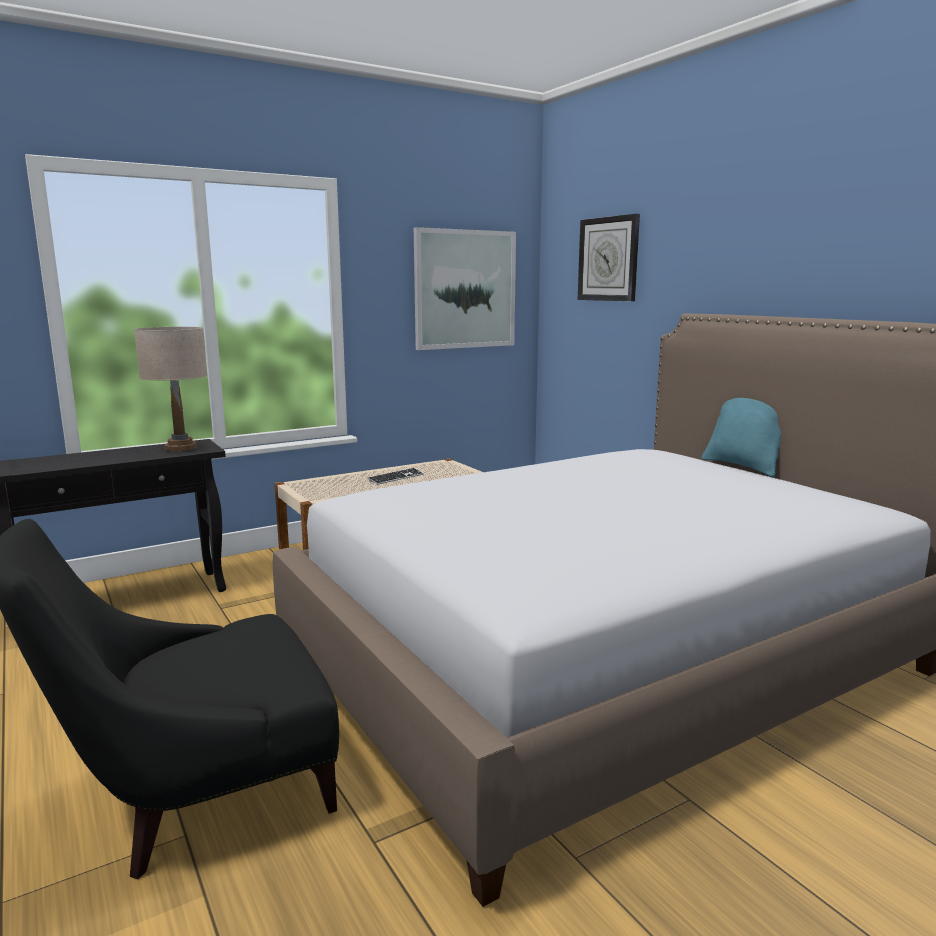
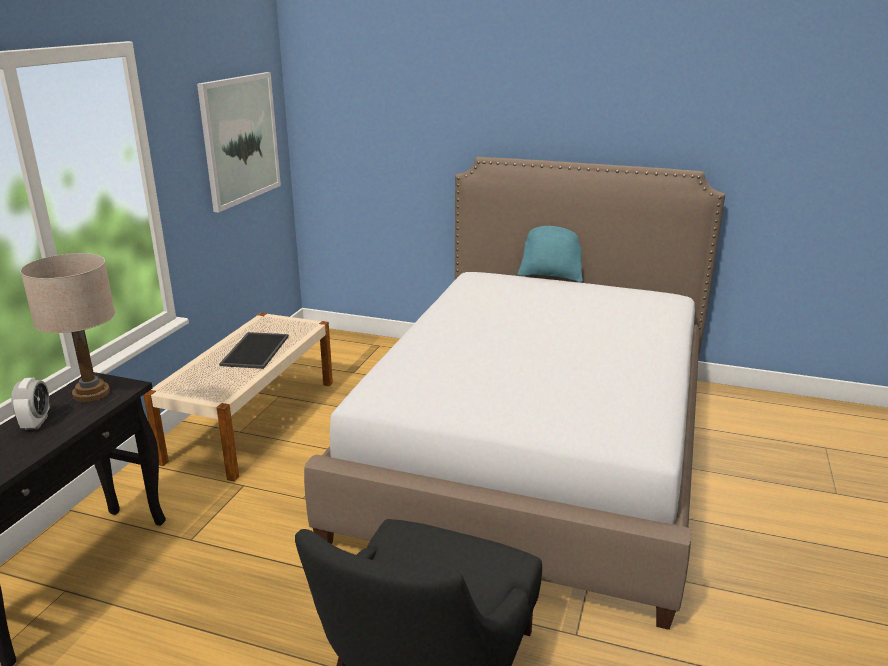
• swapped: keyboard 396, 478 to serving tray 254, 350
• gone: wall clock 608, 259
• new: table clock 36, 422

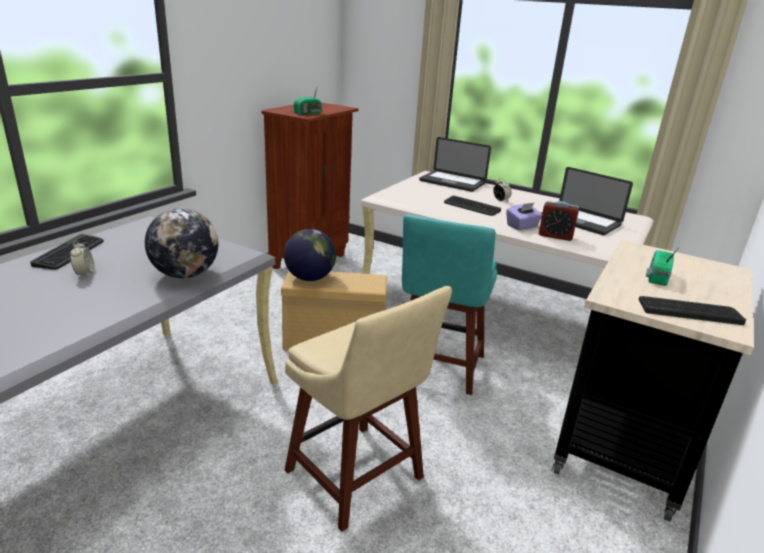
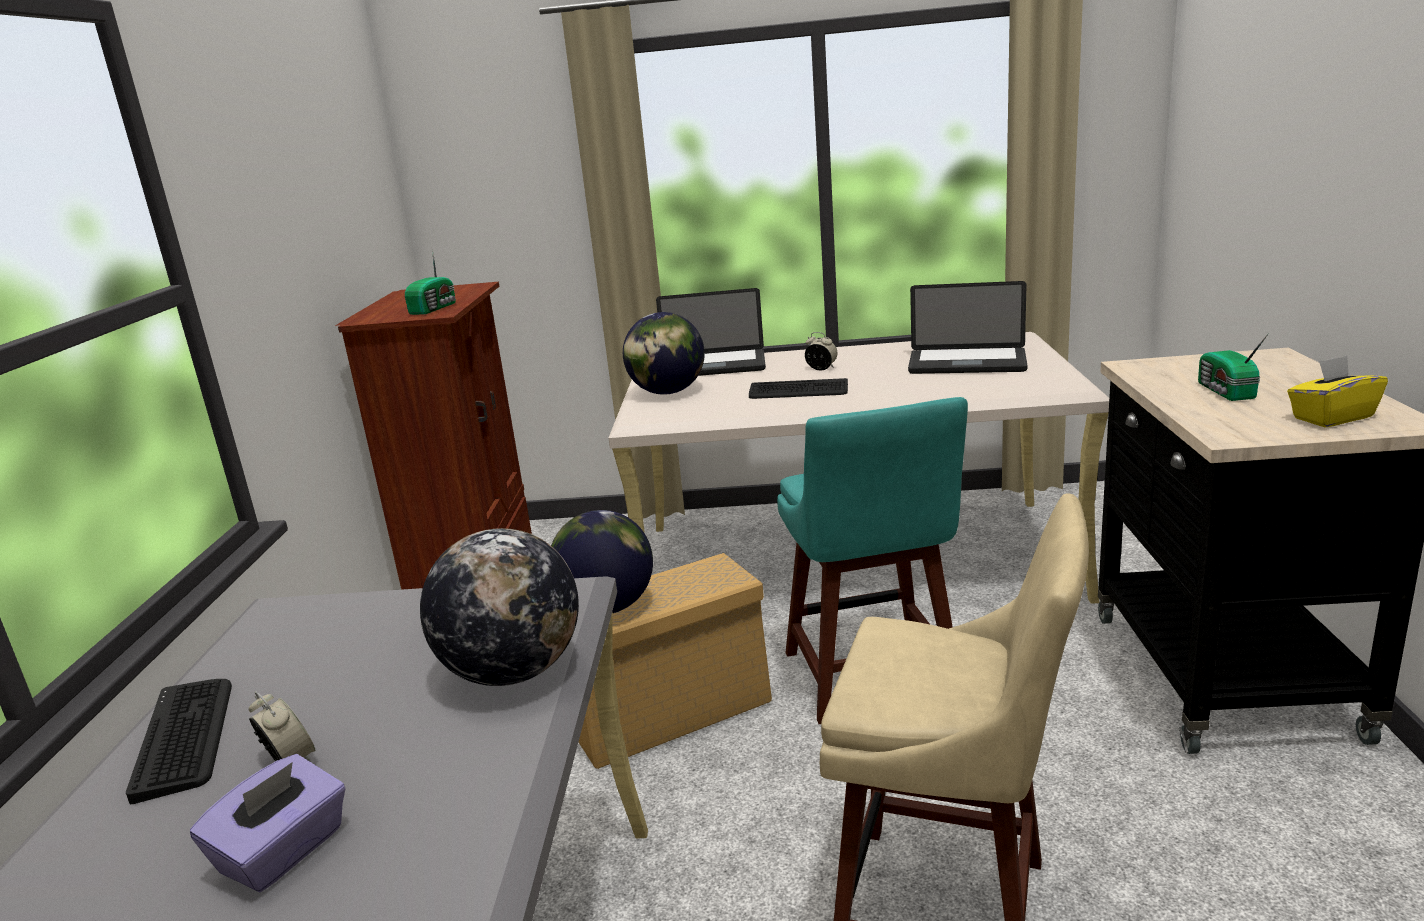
• shifted: purplish tissue box 522, 226 to 284, 852
• gone: table clock 555, 236
• swapped: keyboard 689, 310 to yellow tissue box 1331, 417
• new: world globe 667, 392

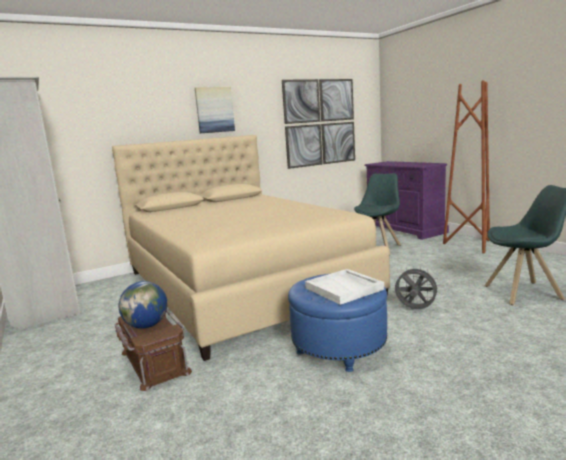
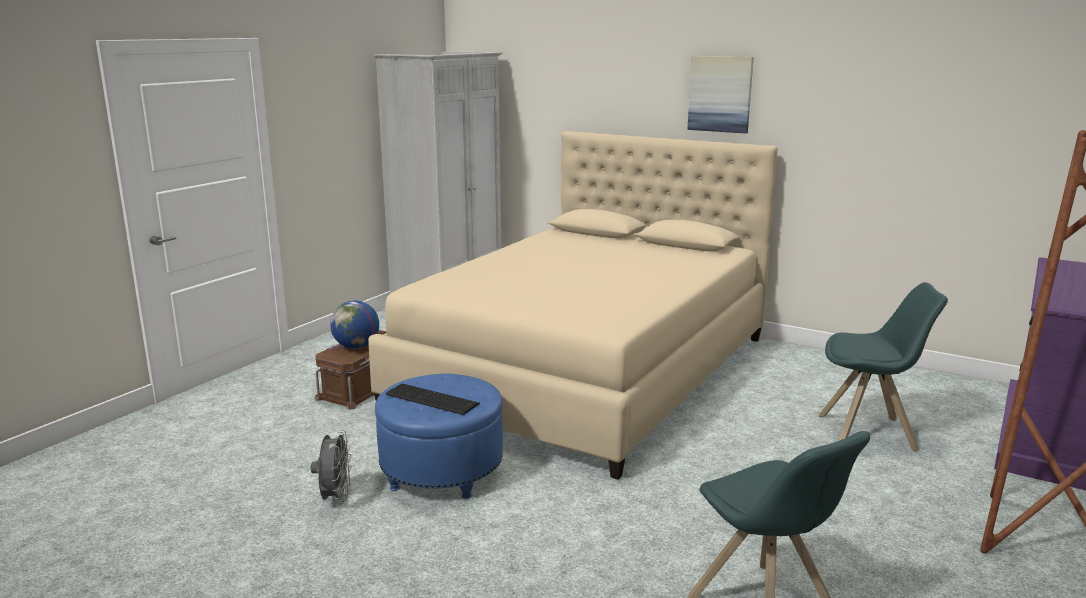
• gone: picture 320, 122
• swapped: white-coloured serving tray 344, 288 to keyboard 432, 400
• shifted: greyish electric fan 415, 309 to 335, 498

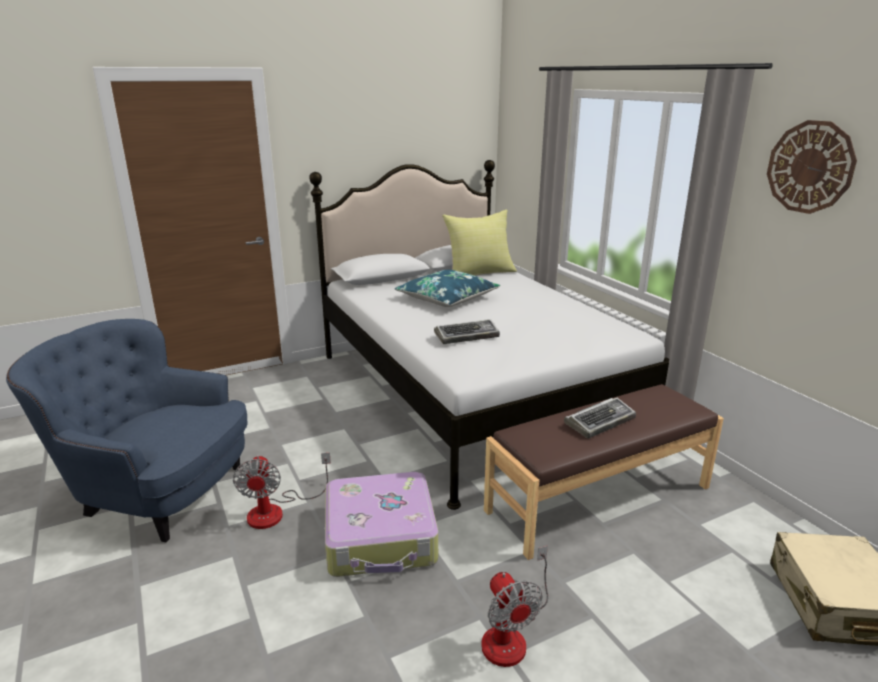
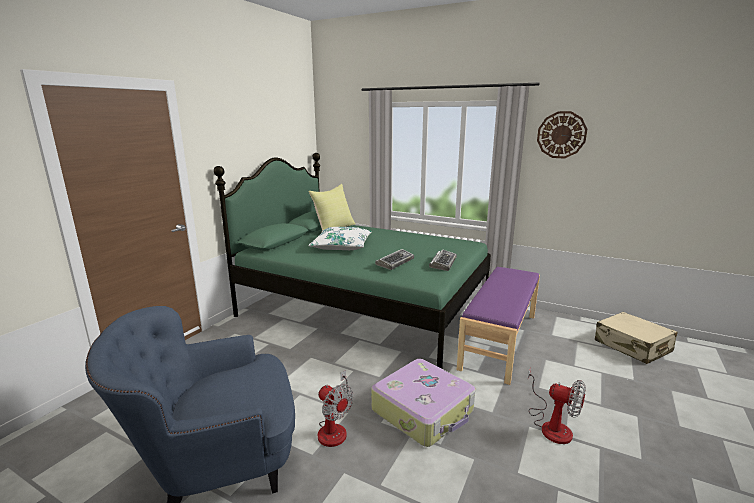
• repainted: white-coloured sleeping bed 472, 392 to greenish sleeping bed 364, 308
• repainted: blue-coloured pillow 447, 298 to white-coloured pillow 341, 246
• repainted: brown-coloured indoor bench 598, 498 to purplish indoor bench 499, 340
• shifted: keyboard 600, 421 to 443, 263

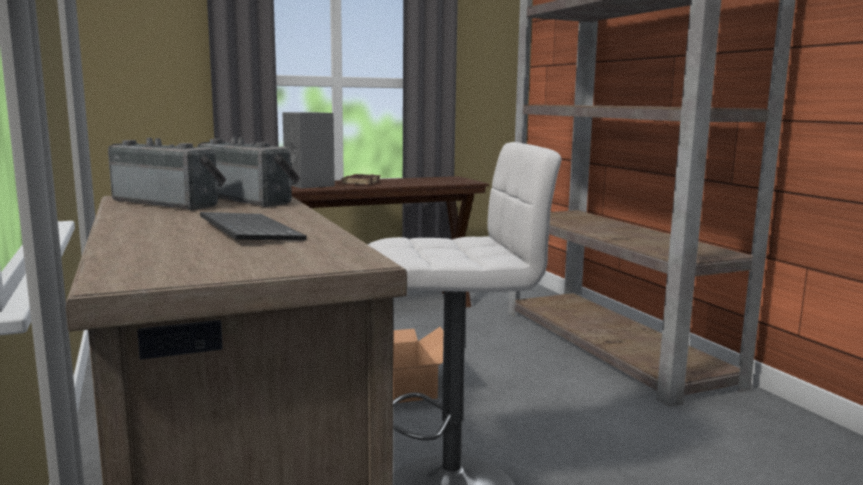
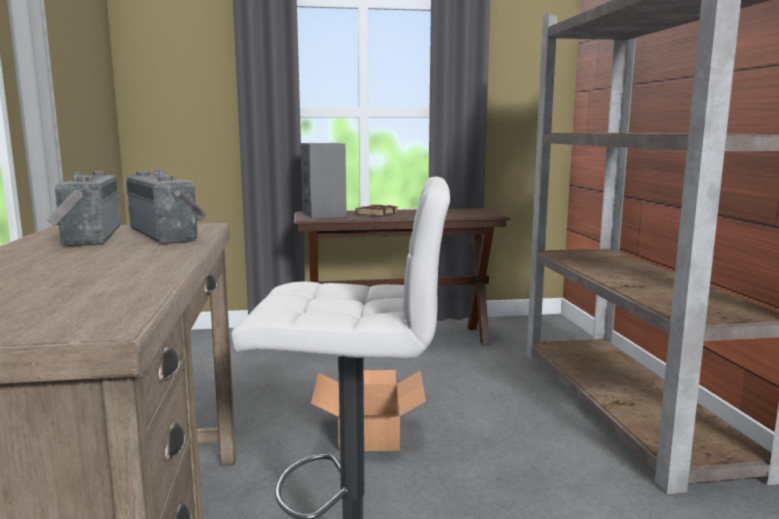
• rotated: radio 170, 203 = 86, 236 150 degrees counterclockwise
• gone: keyboard 246, 230

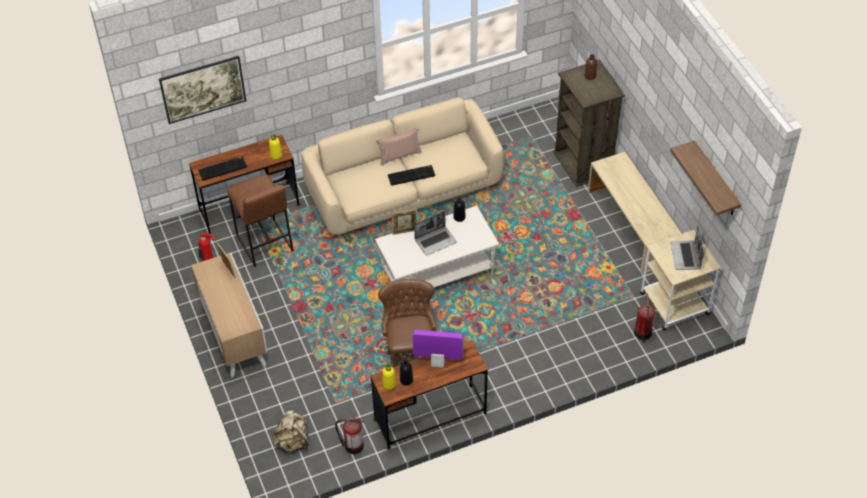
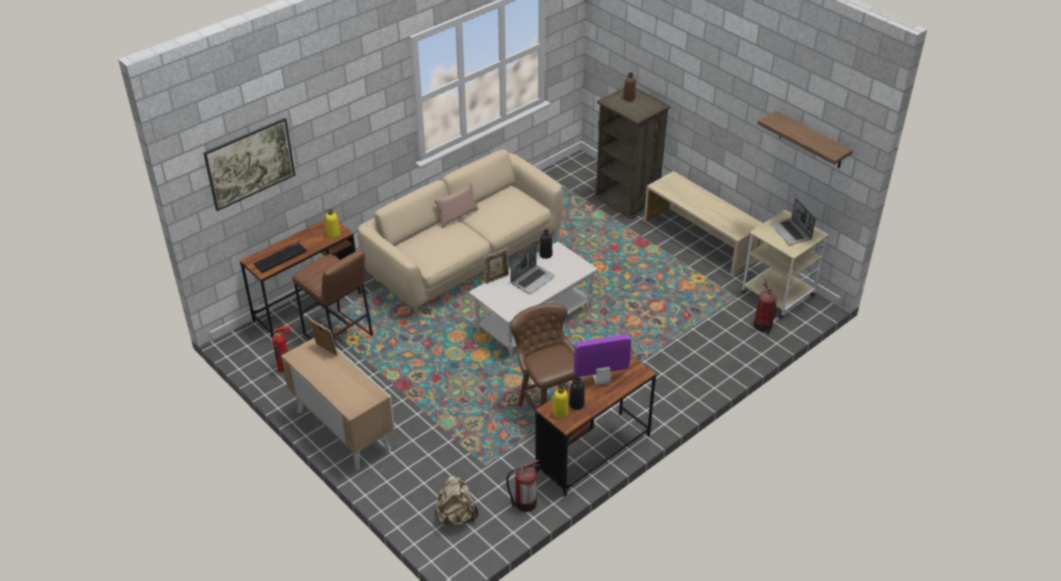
• gone: keyboard 411, 175

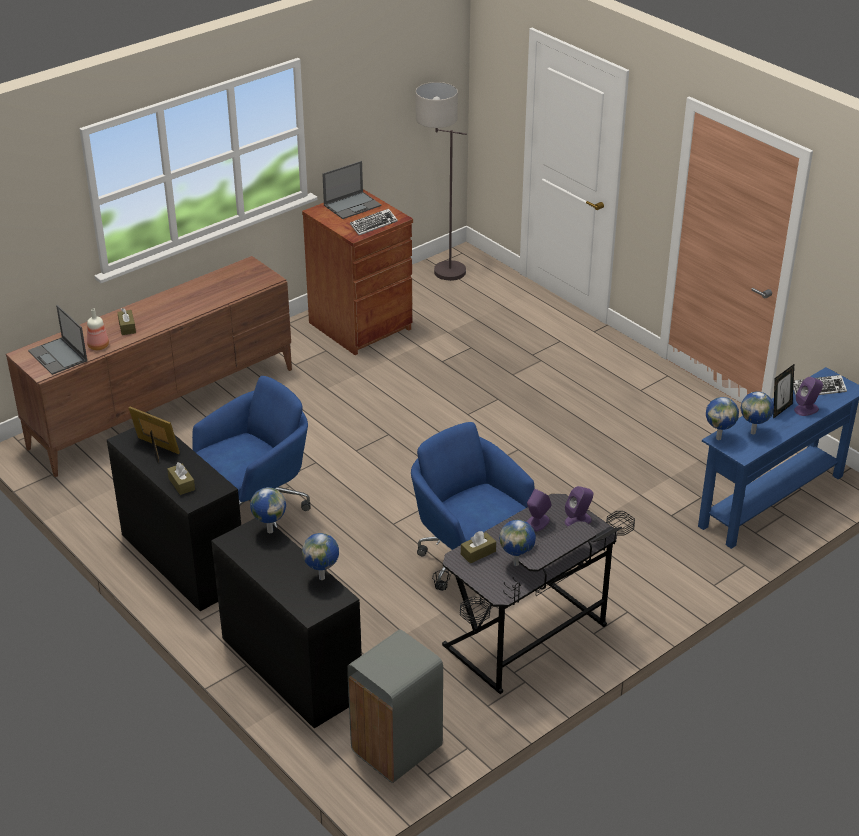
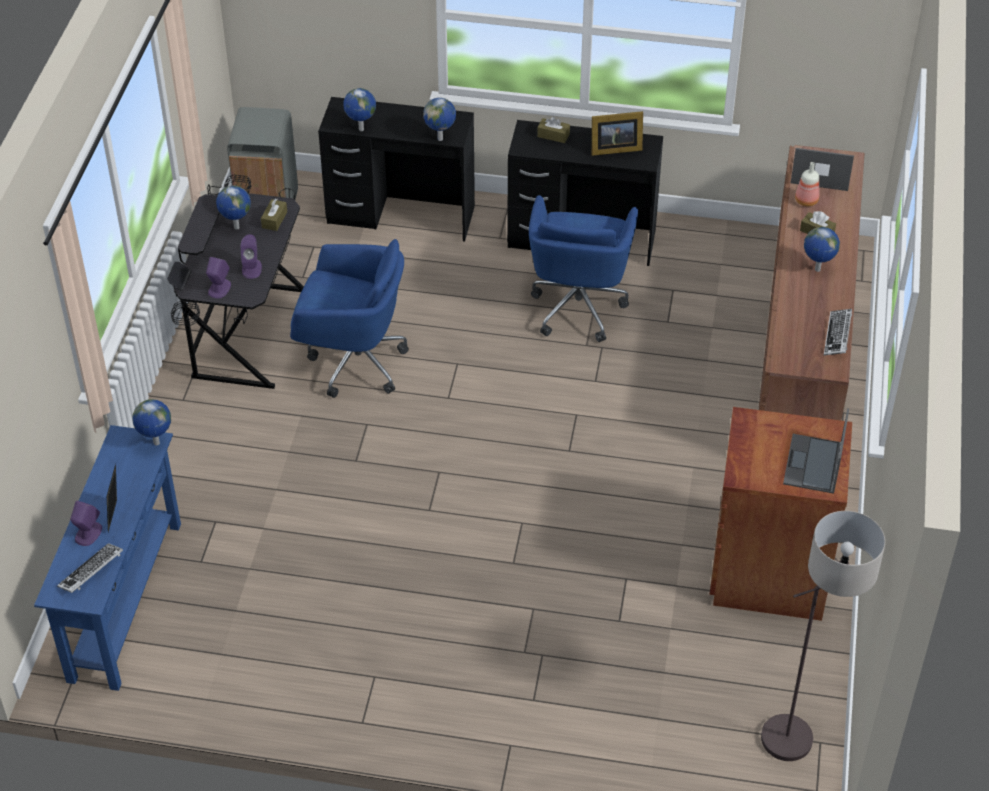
• shifted: keyboard 373, 225 to 837, 335
• shifted: world globe 753, 432 to 817, 270

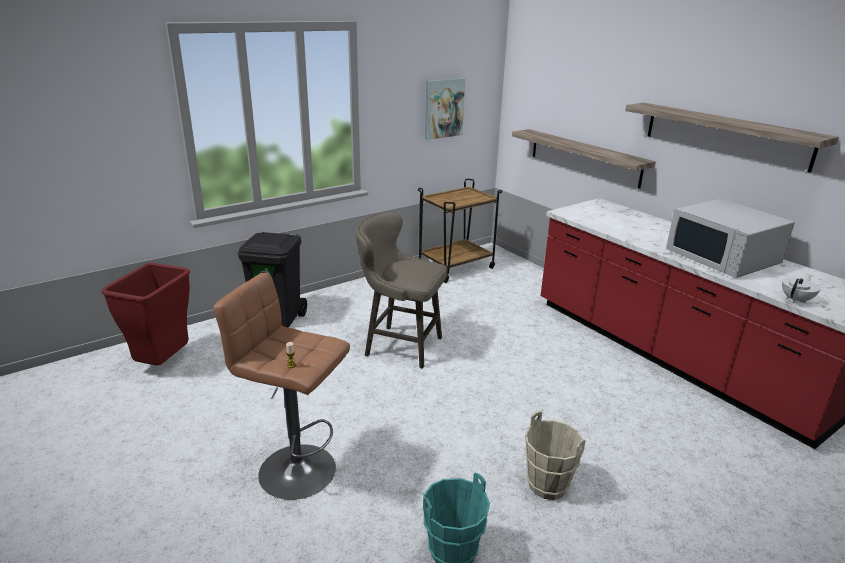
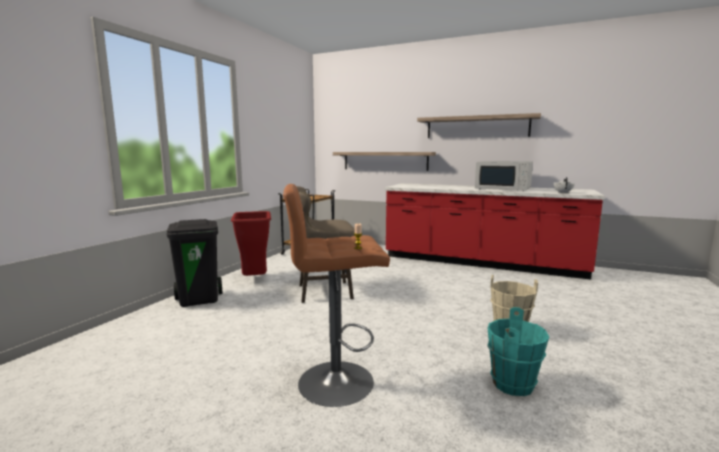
• shifted: red-coloured waste bin 164, 364 to 255, 280
• gone: picture 443, 108

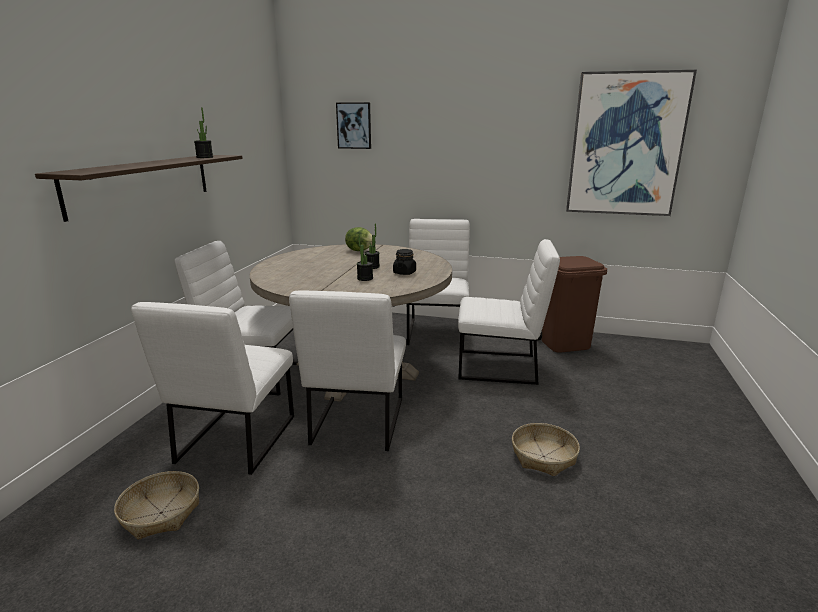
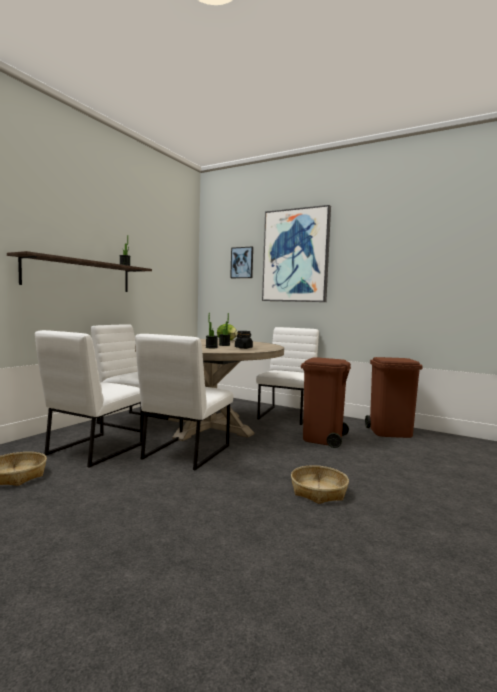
• swapped: white-coloured plain chair 500, 367 to brown-coloured waste bin 323, 439
• shifted: picture 625, 145 to 296, 256

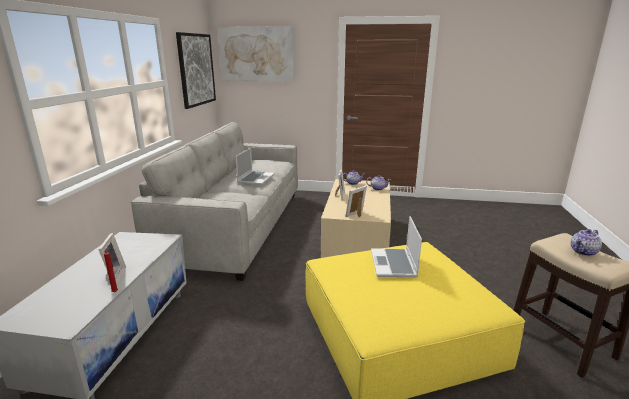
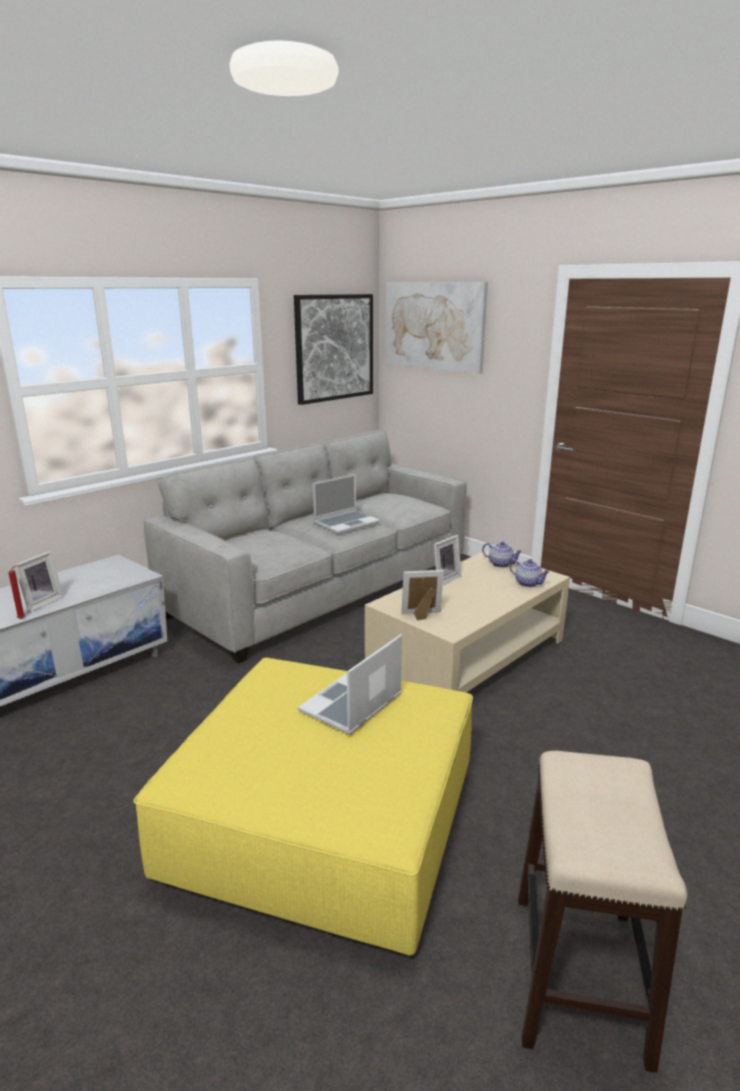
• gone: pot for tea 584, 252

